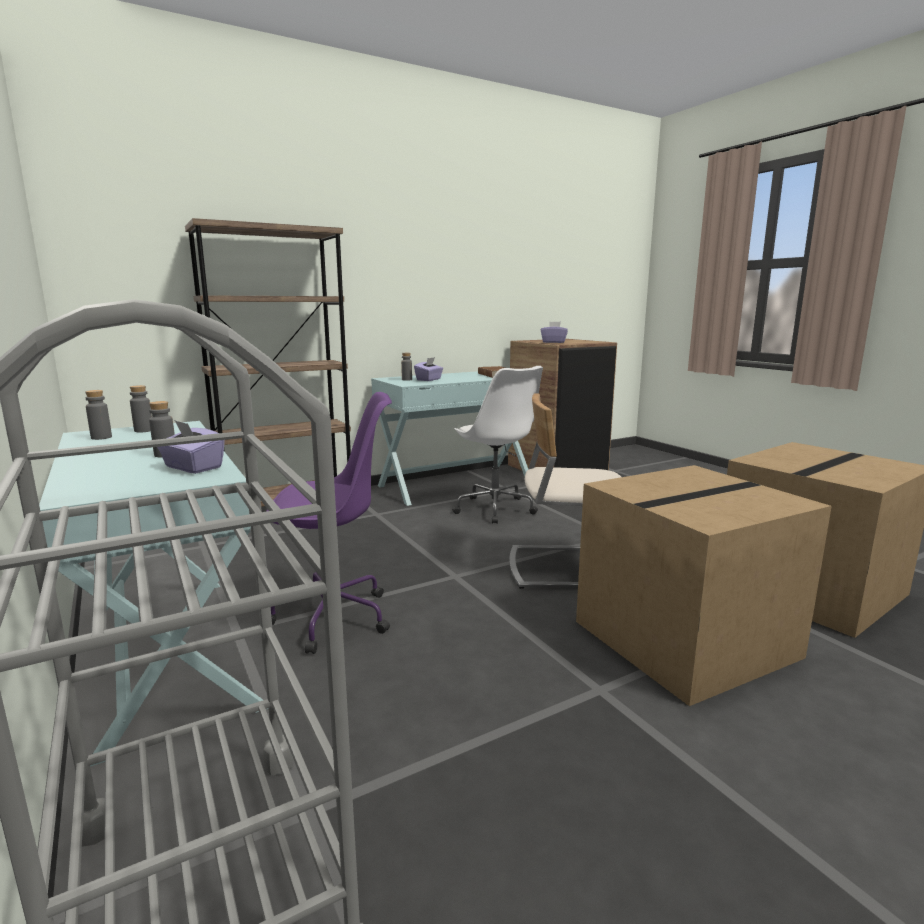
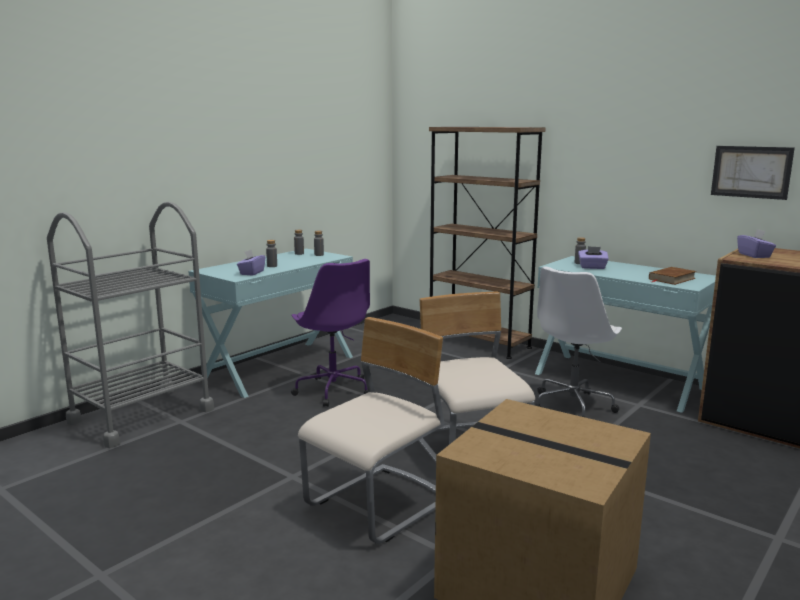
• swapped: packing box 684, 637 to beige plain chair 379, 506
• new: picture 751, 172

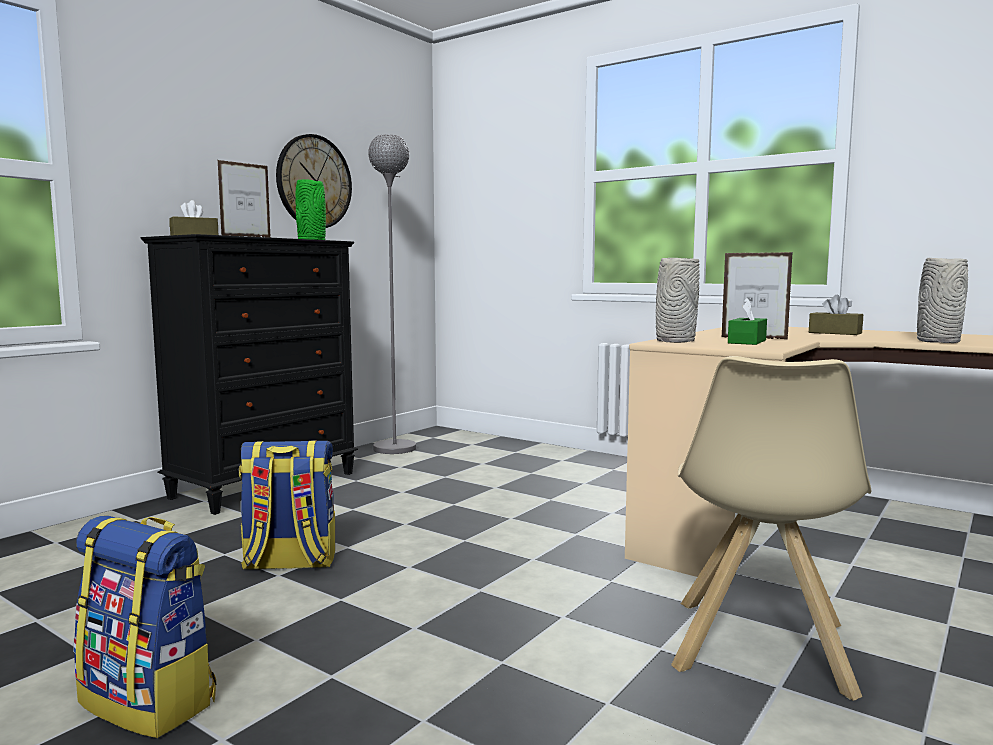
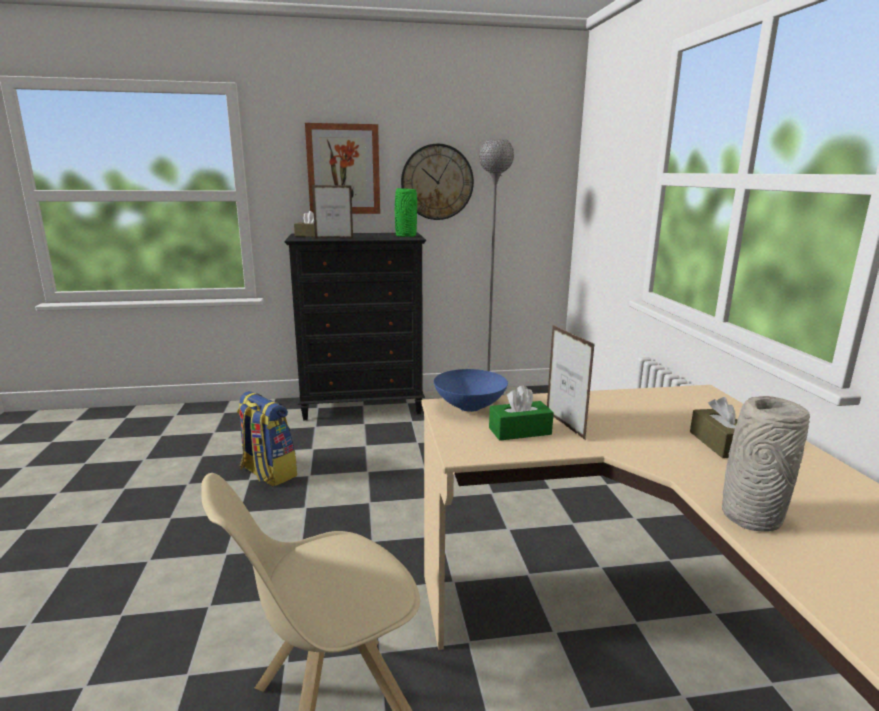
• gone: rucksack 151, 701
• swapped: greyish decorative vase 674, 341 to blue-coloured bowl 469, 406
• new: picture 343, 169

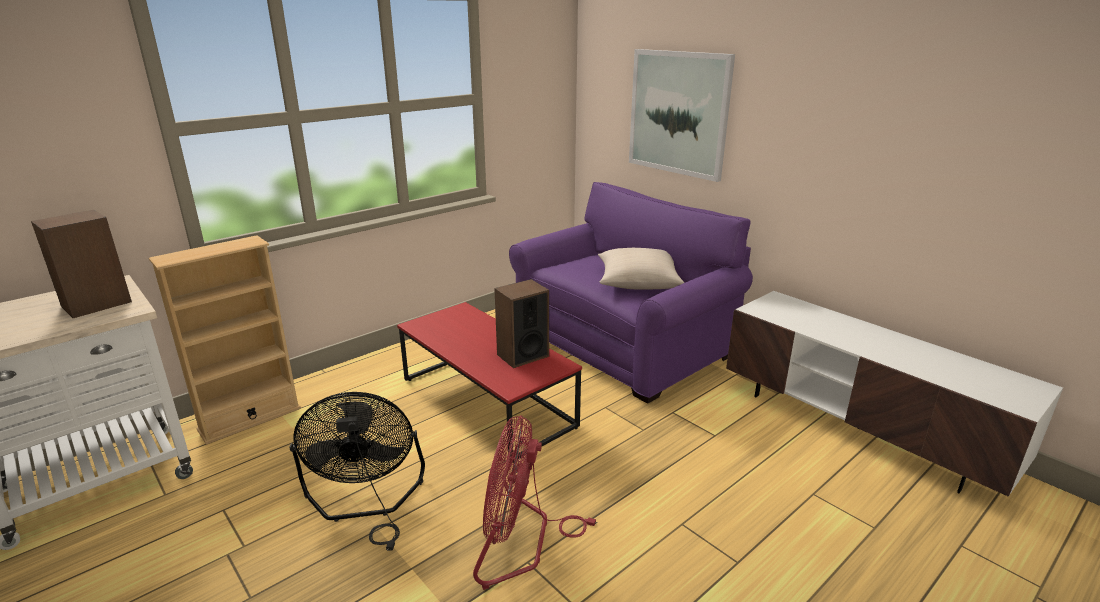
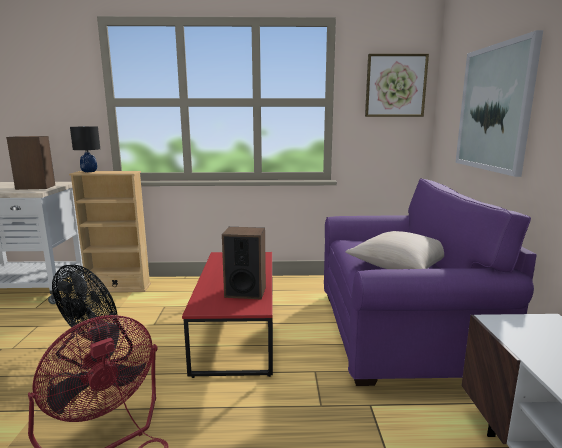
• new: blackish lamp for a table 90, 171
• new: picture 395, 86

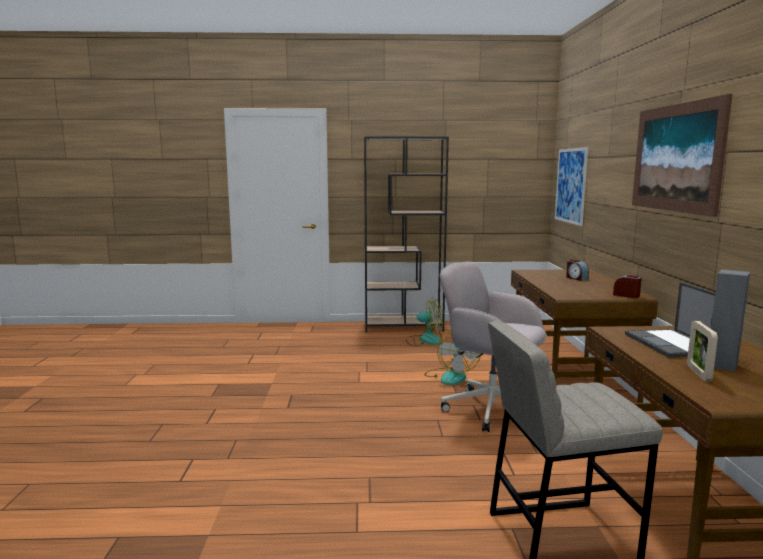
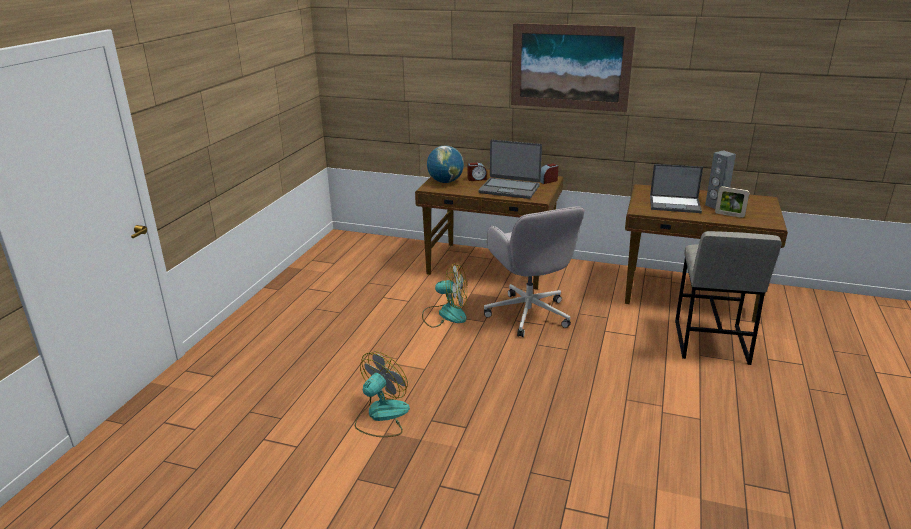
• gone: bookshelf 404, 326
• shifted: electric fan 424, 340 to 381, 416
• rotated: greyish computer chair 490, 409 = 528, 315 75 degrees counterclockwise
• gone: picture 571, 185
• new: world globe 445, 182
• new: portable computer 509, 189

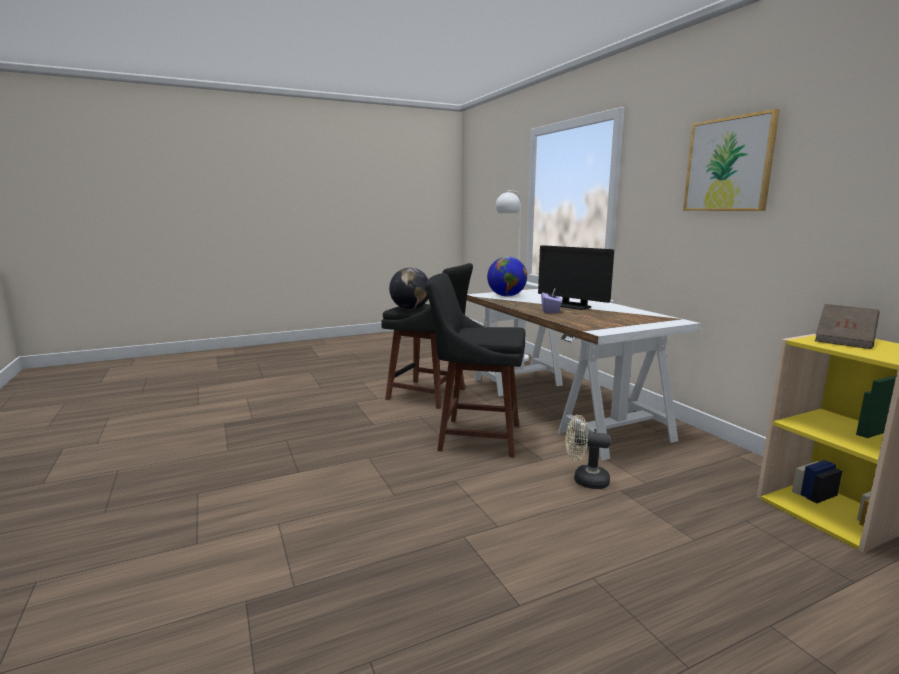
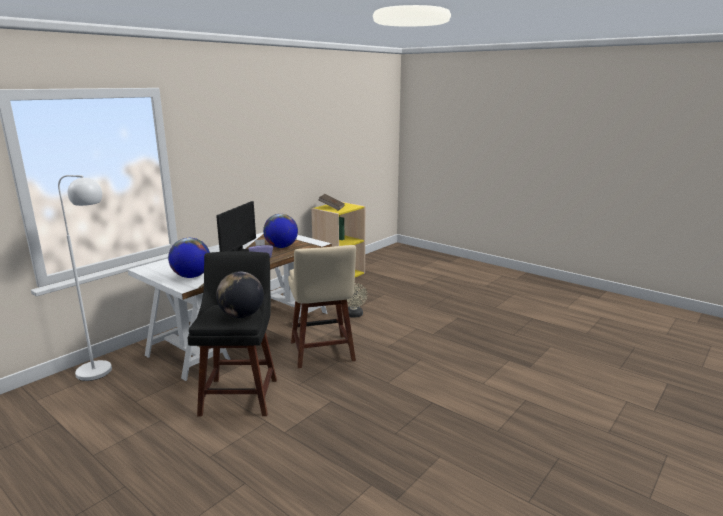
• repainted: blackish stool 475, 436 to beige stool 322, 353
• gone: picture 728, 164
• new: world globe 281, 247

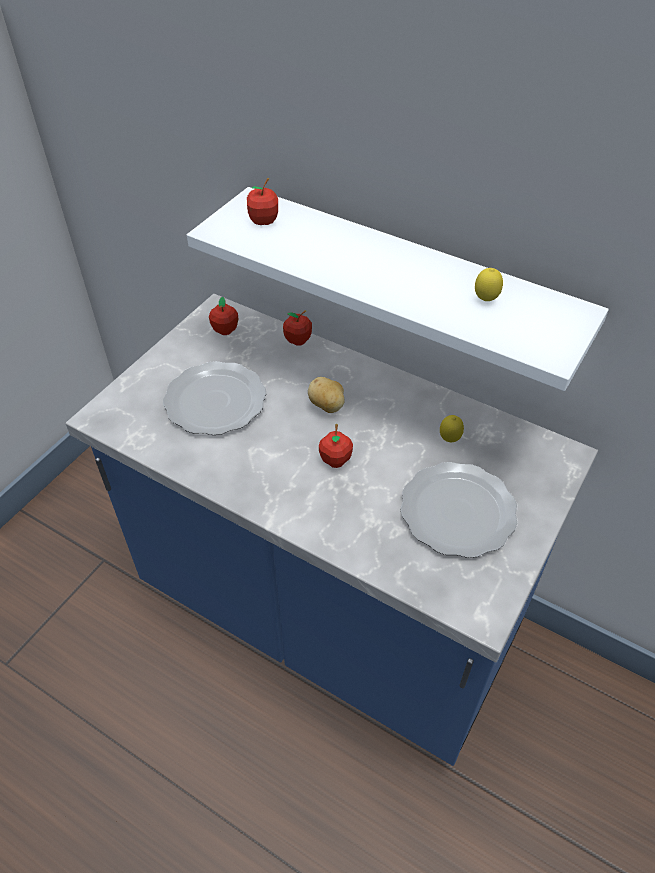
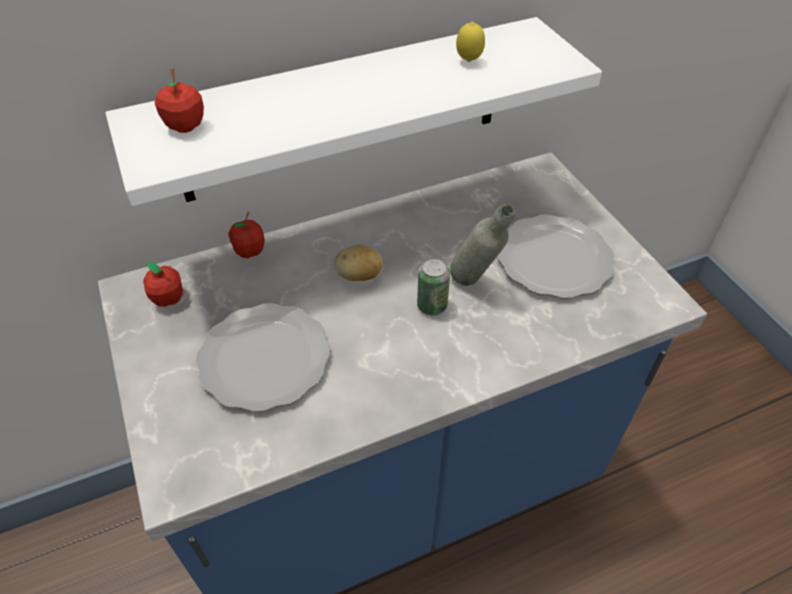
• swapped: apple 335, 460 to can 432, 306
• gone: citrus fruit 449, 440
• new: greyish beverage bottle 475, 286

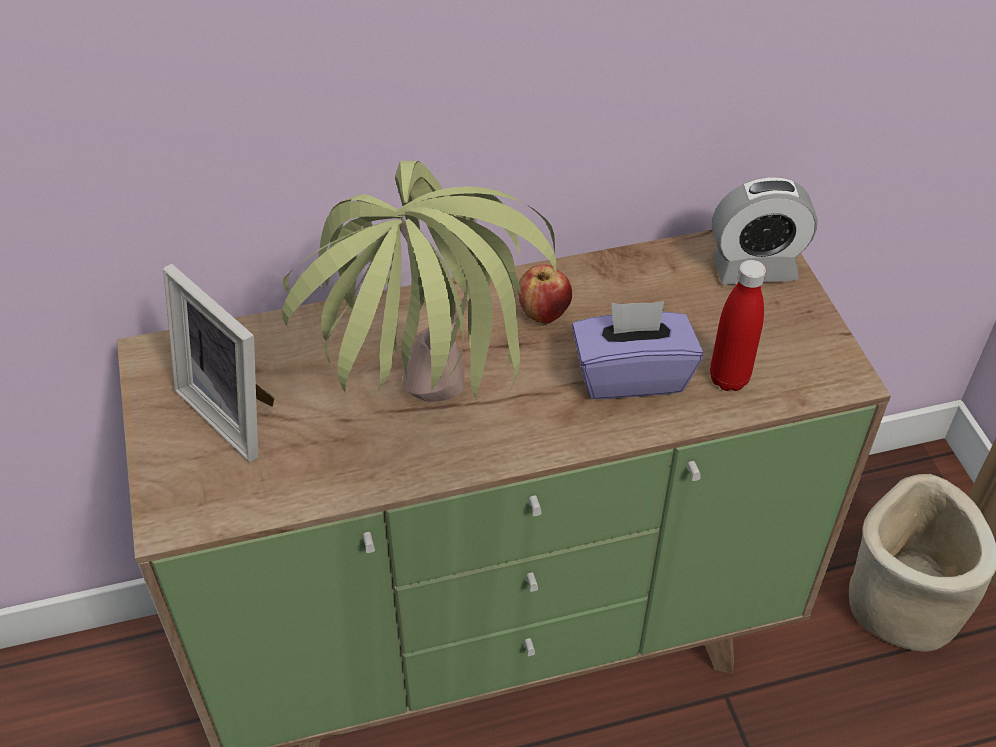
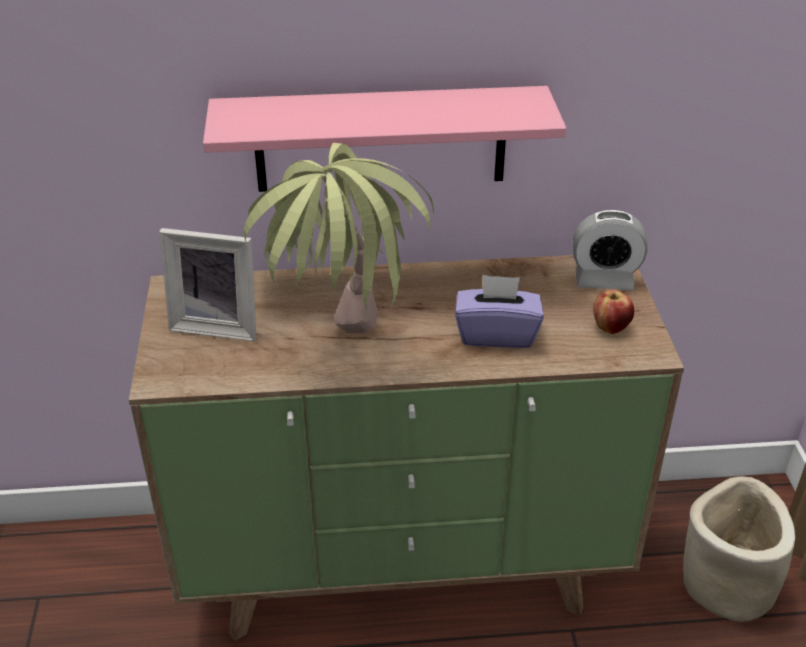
• rotated: standing frame 235, 410 = 218, 324 45 degrees counterclockwise
• shifted: apple 544, 313 to 610, 327
• gone: red-coloured beverage bottle 729, 379
• new: pink-coloured shelf 380, 139

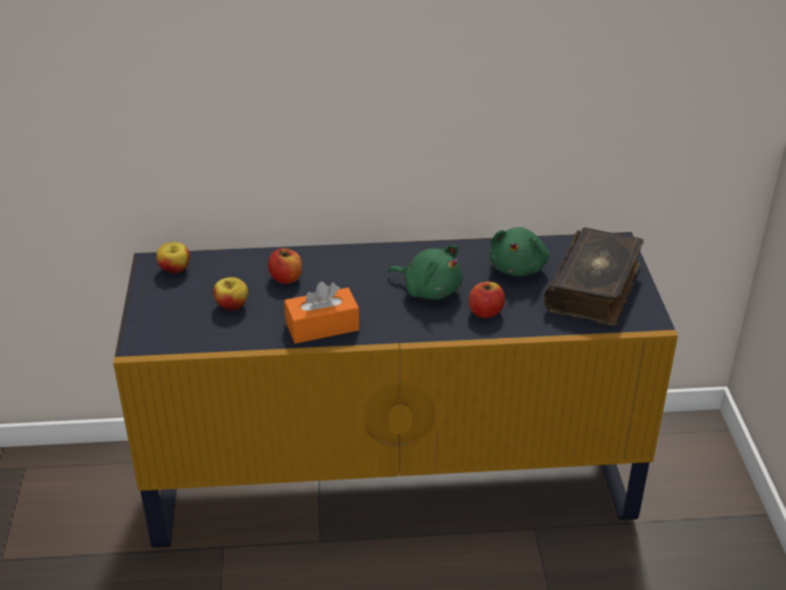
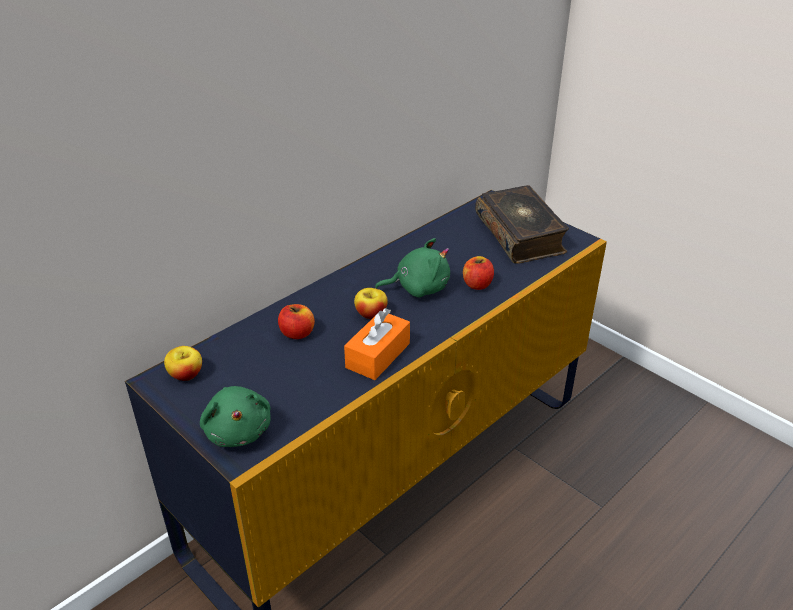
• shifted: apple 232, 305 to 371, 314
• shifted: greenish cuddly toy 518, 267 to 238, 430

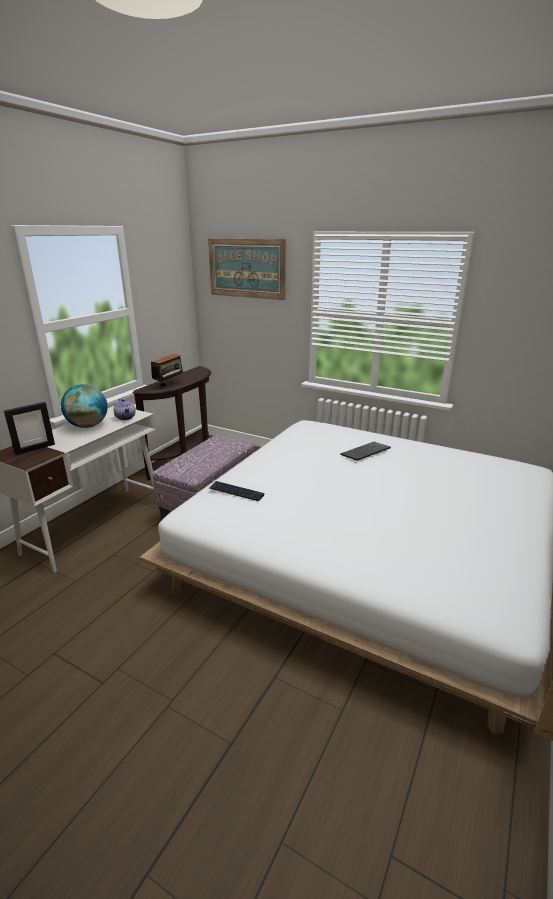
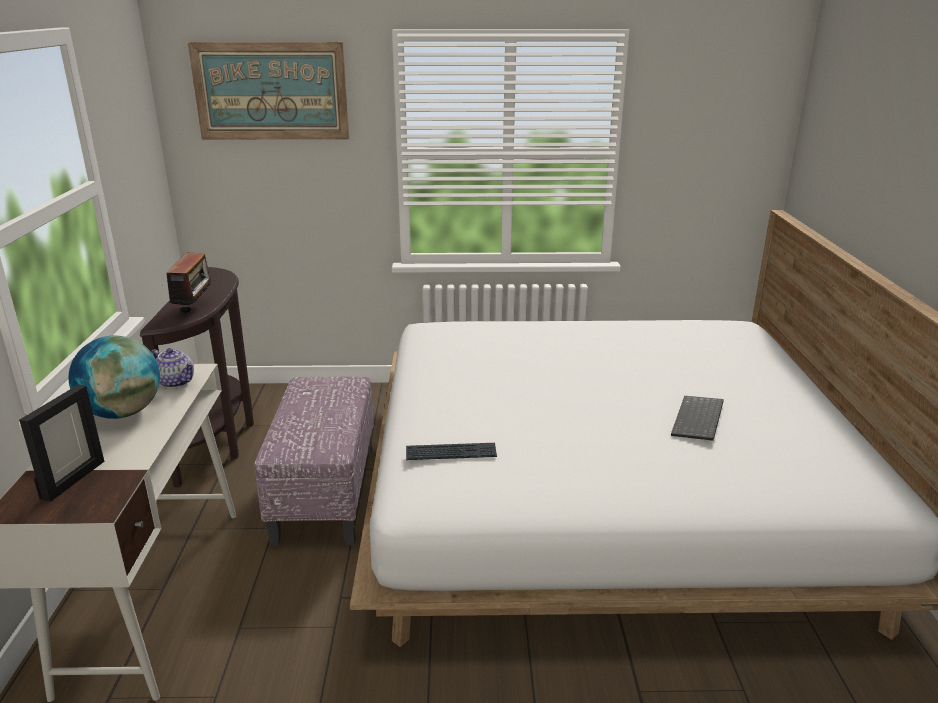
• shifted: keyboard 366, 453 to 699, 420

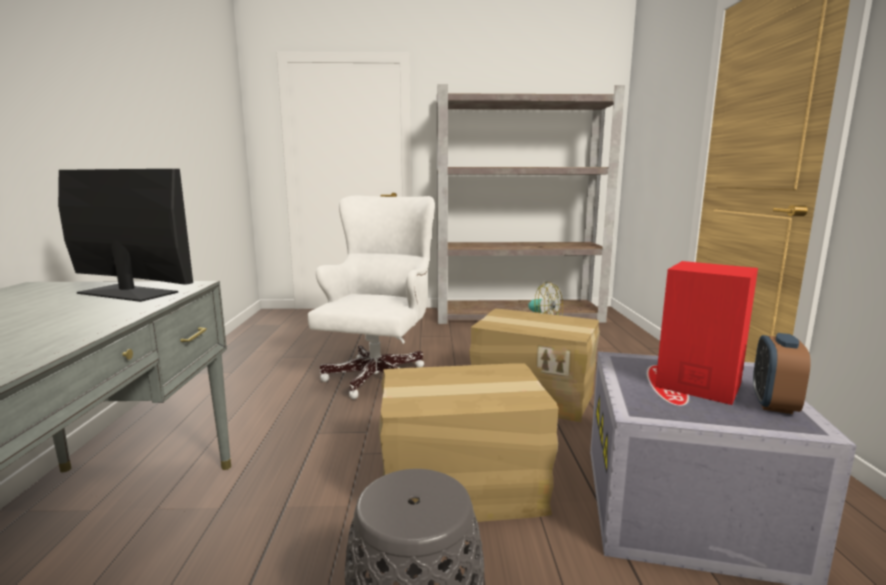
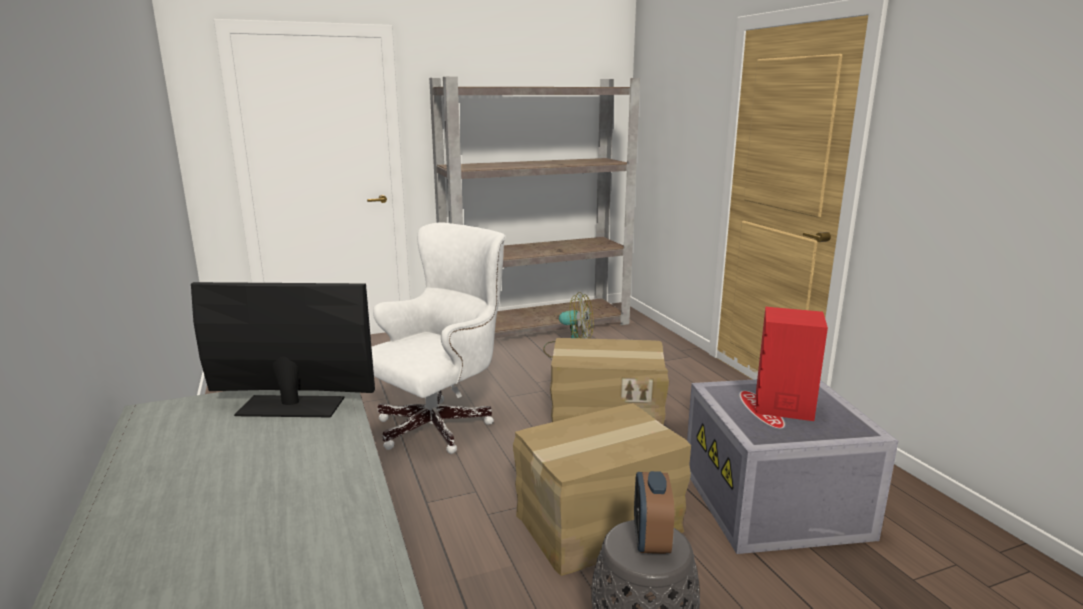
• rotated: white-coloured computer chair 378, 375 = 439, 425 45 degrees clockwise
• shifted: table clock 773, 404 to 651, 540

